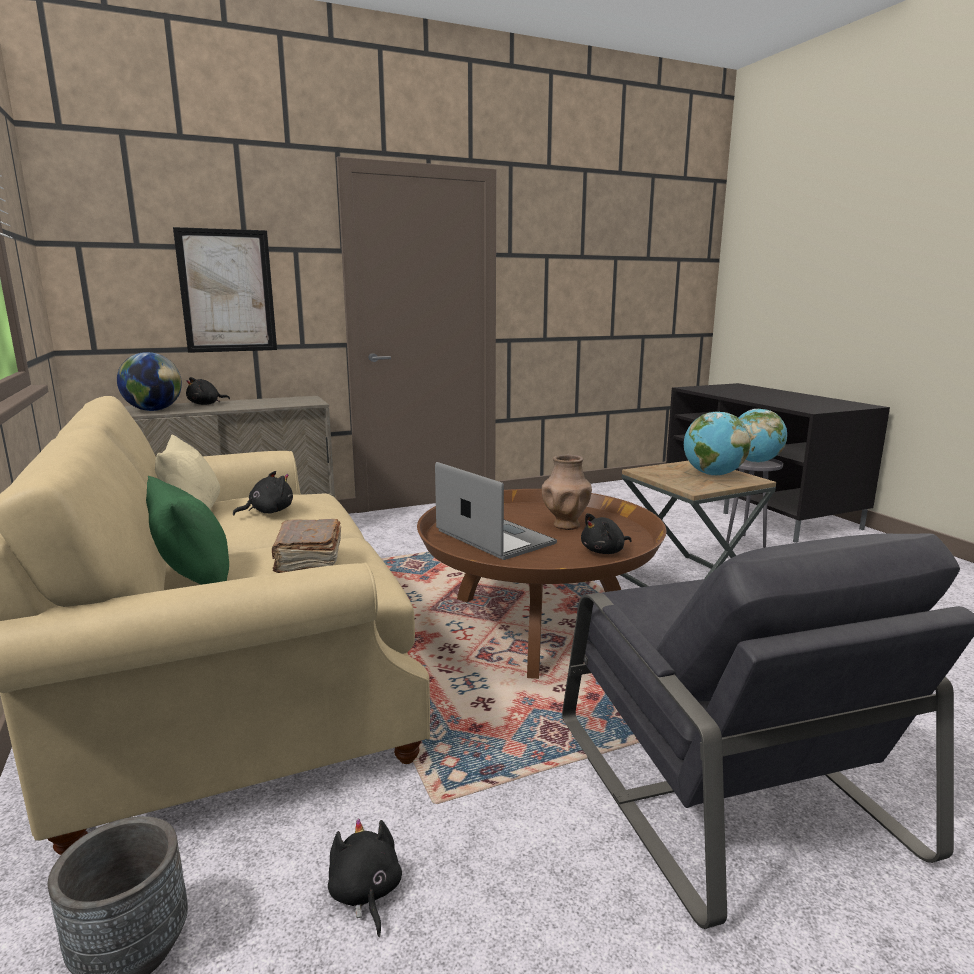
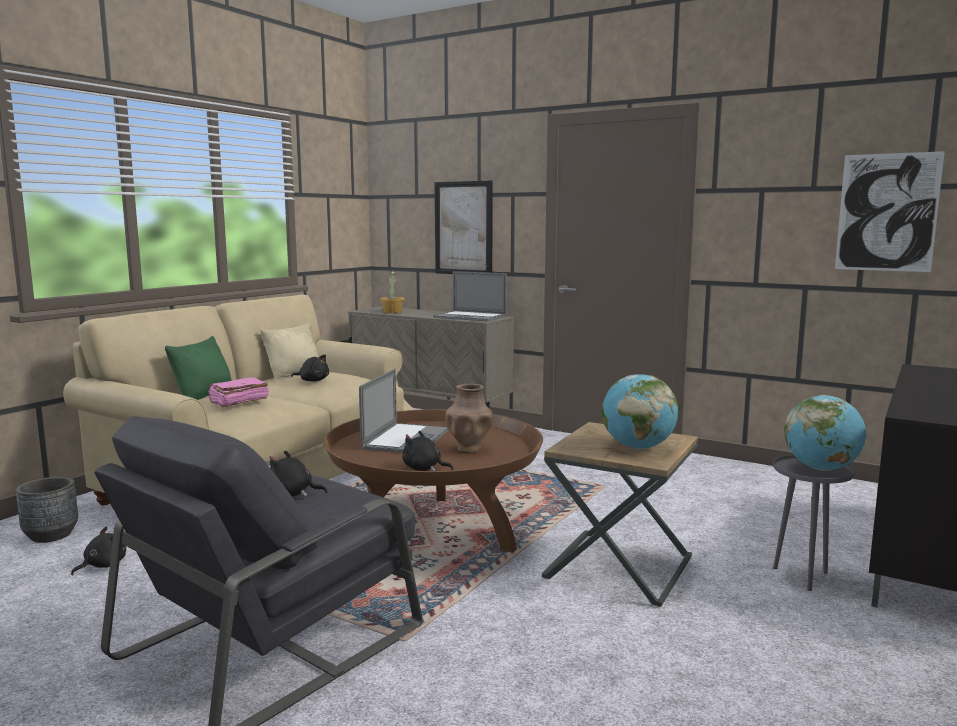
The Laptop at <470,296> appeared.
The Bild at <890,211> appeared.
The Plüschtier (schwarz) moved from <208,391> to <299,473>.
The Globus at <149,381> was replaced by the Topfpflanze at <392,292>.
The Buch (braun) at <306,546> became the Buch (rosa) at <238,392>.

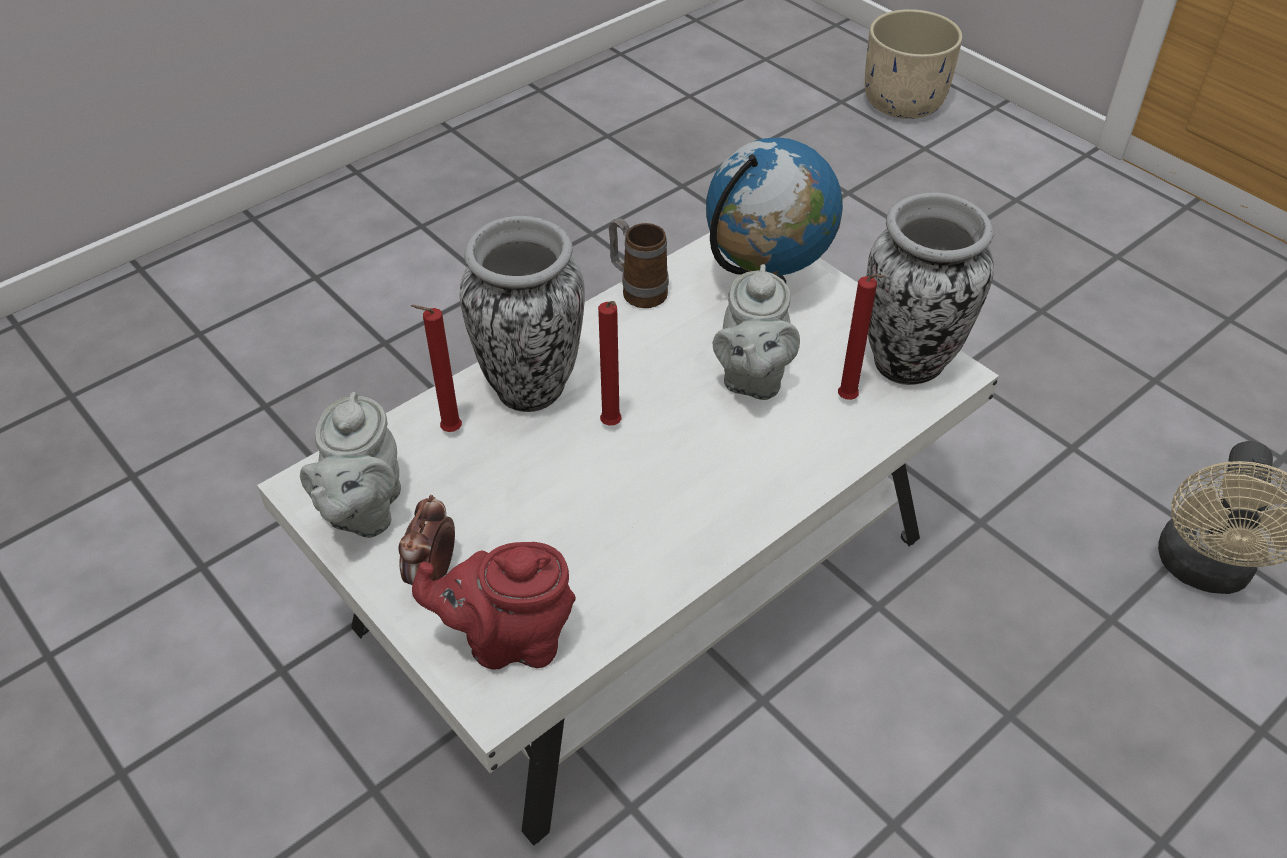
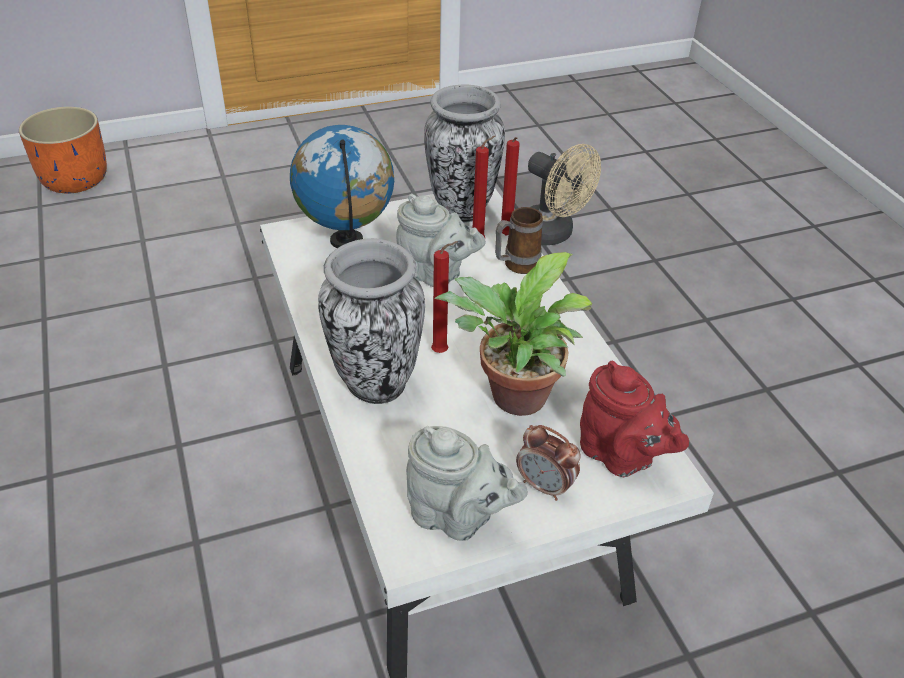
The Topfpflanze at <513,334> appeared.
The Kerze (rot) moved from <436,368> to <510,186>.
The Henkelbecher moved from <639,263> to <519,240>.
The Pflanzkübel (beige) at <914,64> became the Pflanzkübel (orange) at <63,150>.
The Teekanne (rot) at <494,606> turned 60 degrees counterclockwise.

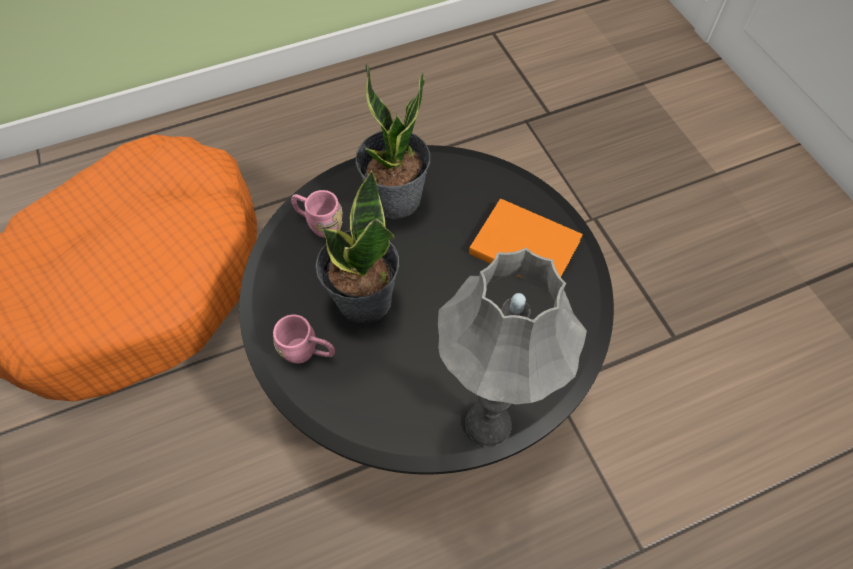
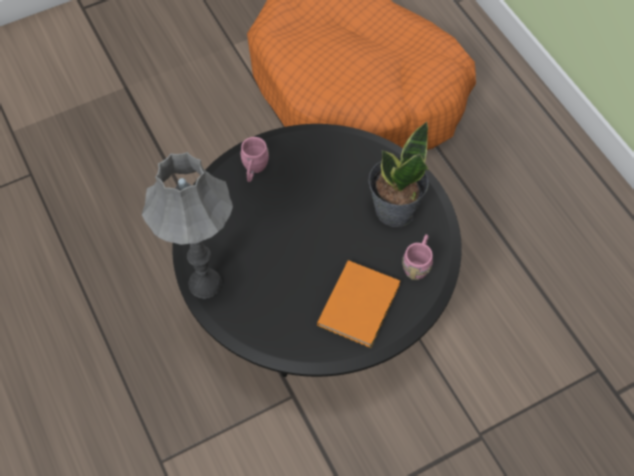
The Topfpflanze at <357,247> disappeared.
The Henkelbecher (rosa) moved from <317,214> to <417,257>.

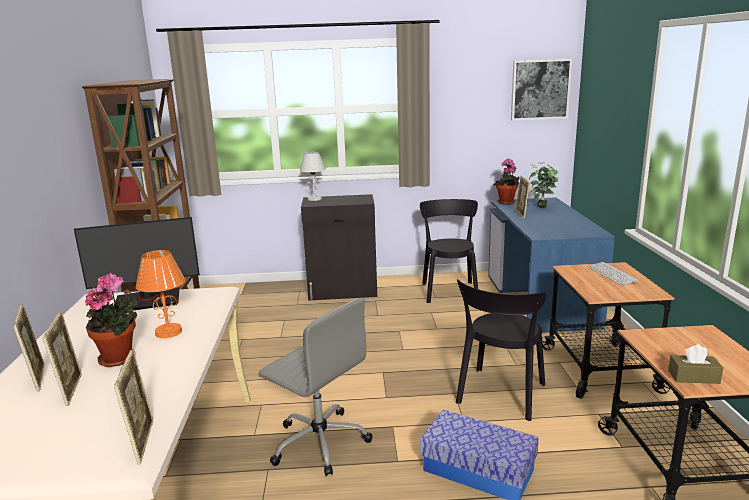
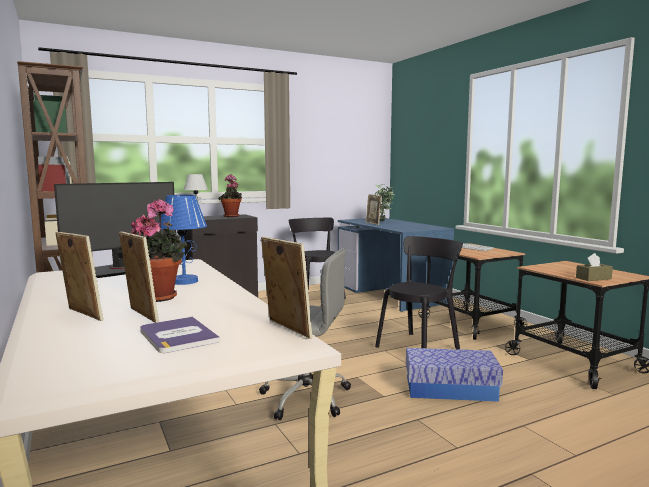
The Bild at <541,89> disappeared.
The Buch at <180,334> appeared.
The Topfpflanze moved from <506,182> to <230,195>.
The Tischlampe (orange) at <160,294> became the Tischlampe (blau) at <182,240>.
The Stuhl (schwarz) at <501,350> turned 135 degrees counterclockwise.

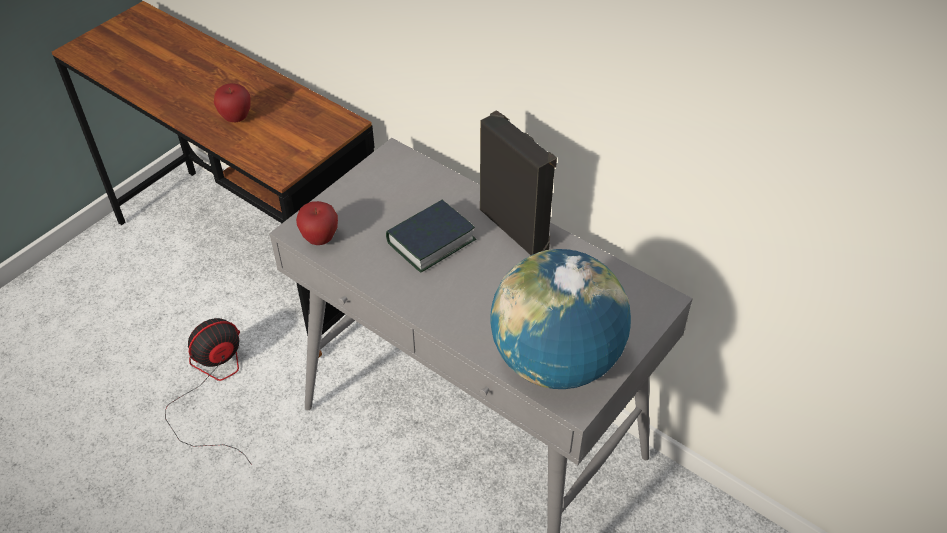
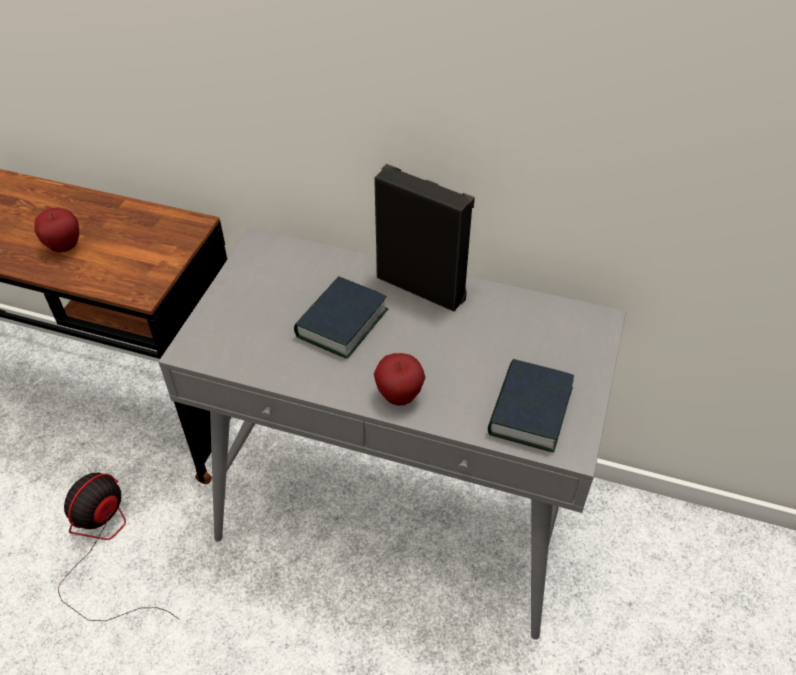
The Apfel moved from <317,223> to <400,379>.
The Globus at <560,319> was replaced by the Buch at <531,405>.

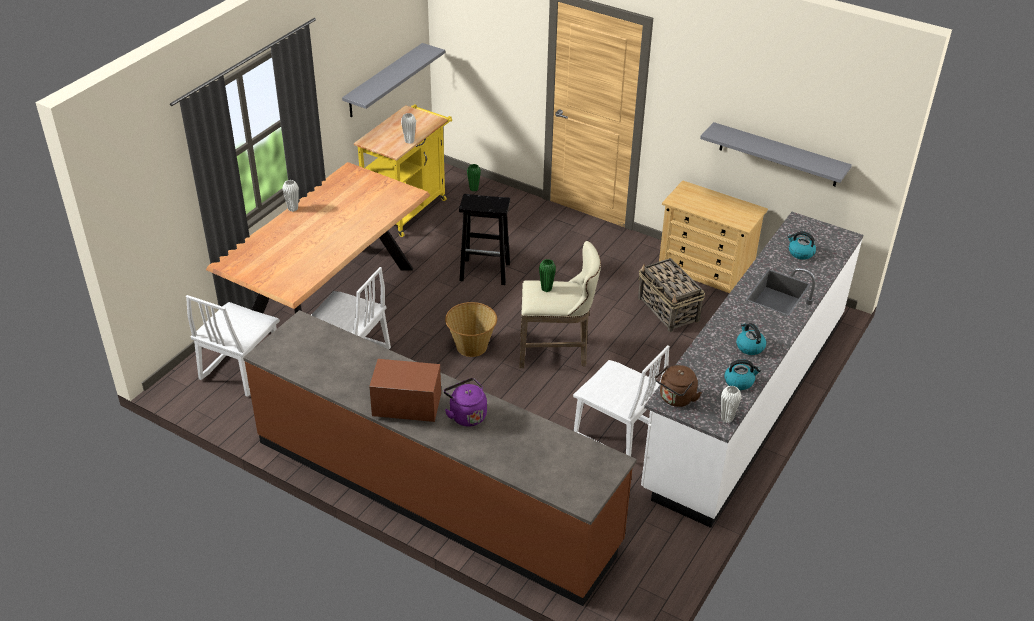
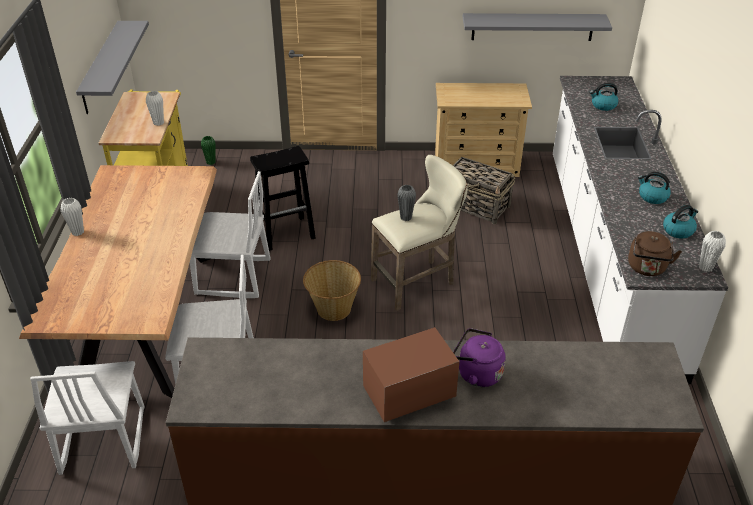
The Stuhl (weiß) moved from <621,400> to <230,234>.
The Vase (grün) at <547,275> became the Vase (grau) at <406,203>.

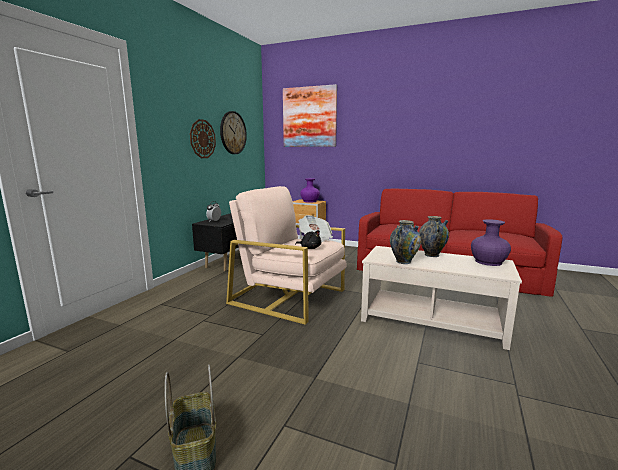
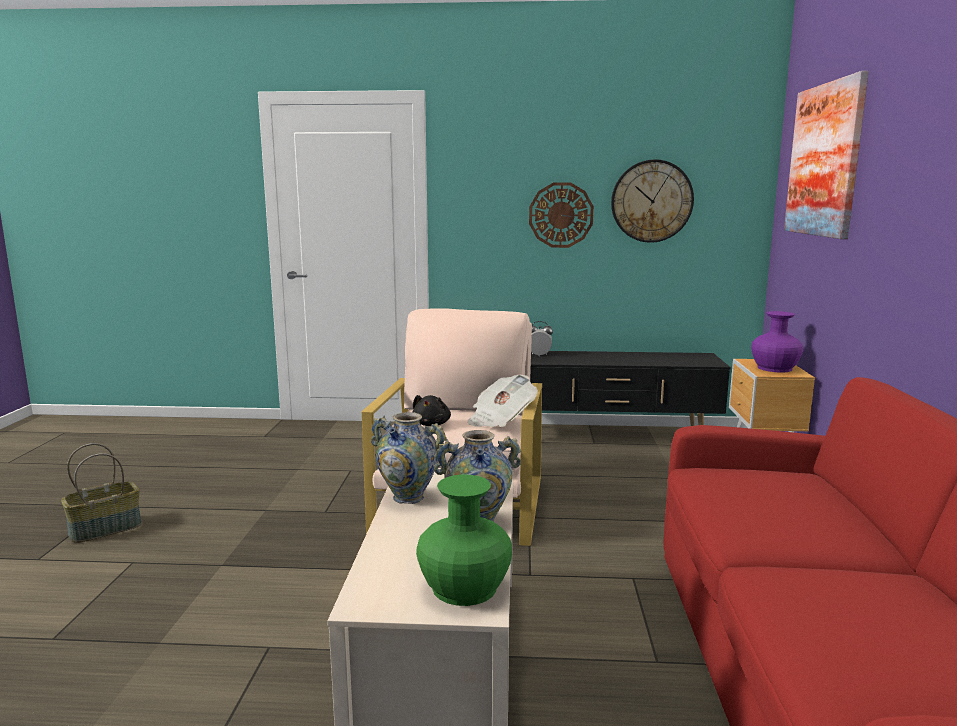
The Vase (lila) at <491,242> became the Vase (grün) at <464,540>.

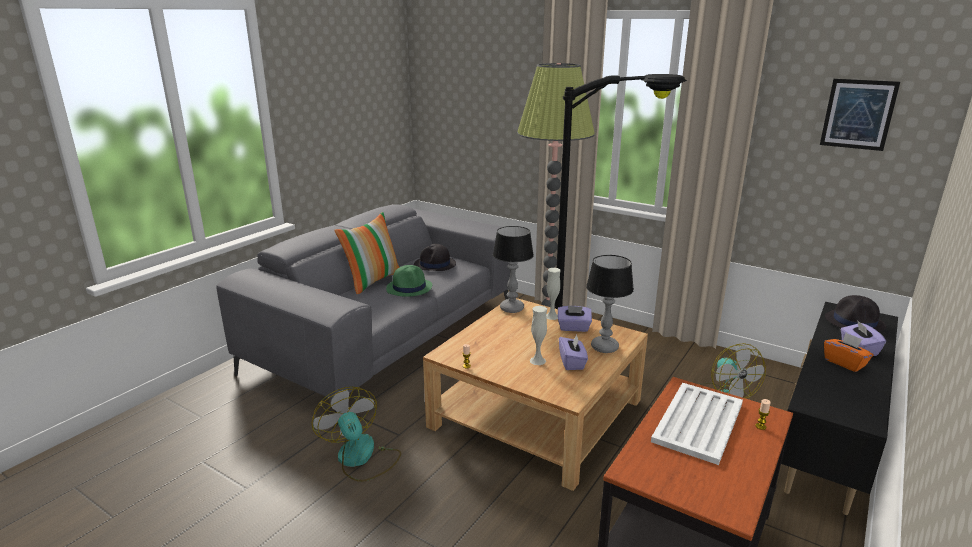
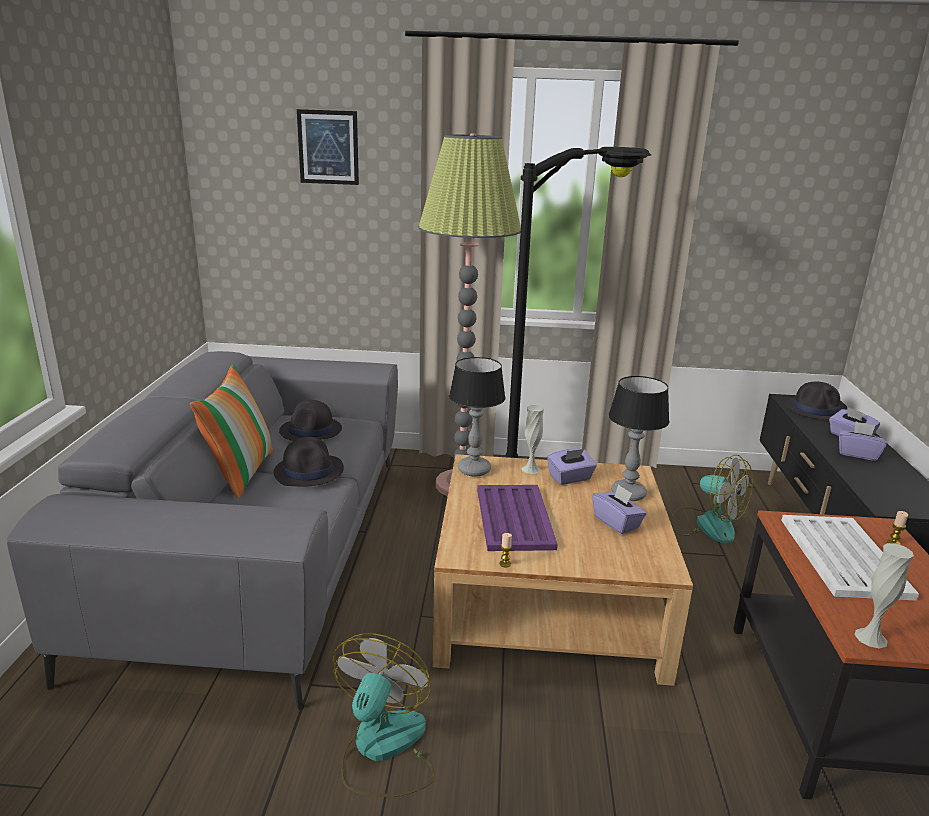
The Tablett (lila) at <517,518> appeared.
The Vase (weiß) moved from <538,335> to <884,596>.
The Bild moved from <860,115> to <328,147>.
The Hut (grün) at <409,281> became the Hut (schwarz) at <308,462>.
The Taschentuchbox (orange) at <848,352> became the Taschentuchbox (lila) at <863,441>.
The Ventilator at <356,434> turned 75 degrees clockwise.

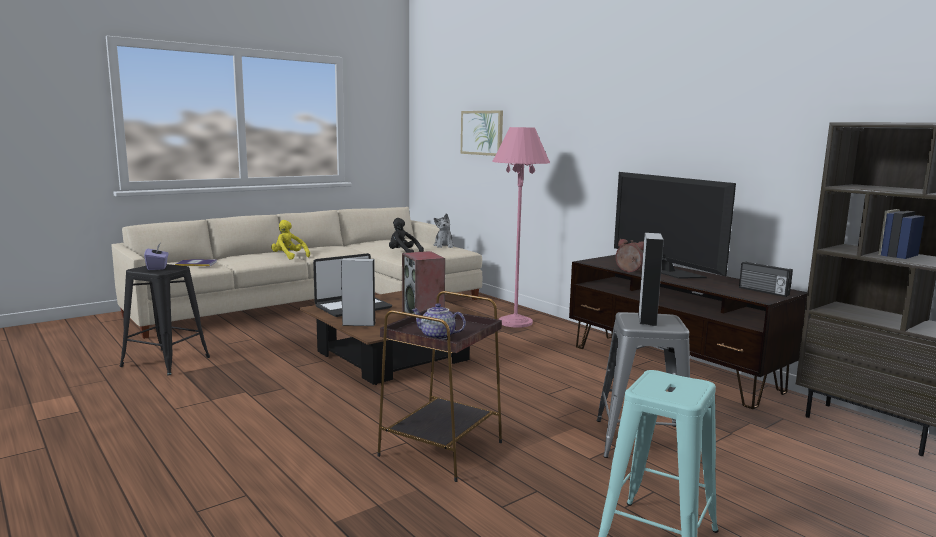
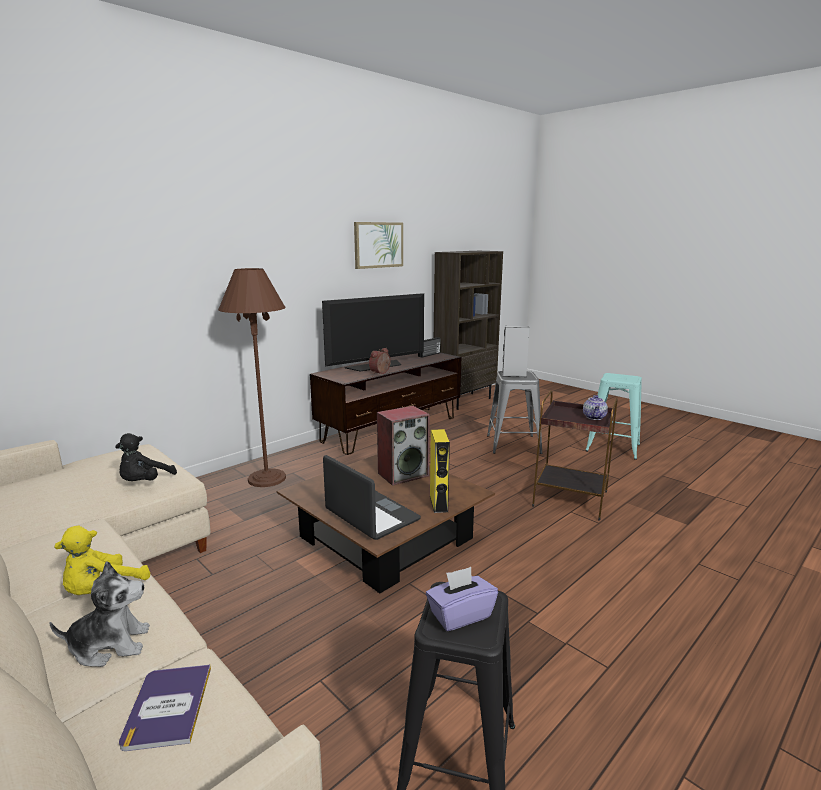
The Plüschtier moved from <444,230> to <99,614>.
The Bild moved from <482,133> to <378,245>.
The Lautsprecher (grau) at <358,292> became the Lautsprecher (gelb) at <440,471>.
The Stehlampe (rosa) at <521,227> became the Stehlampe (braun) at <252,377>.

